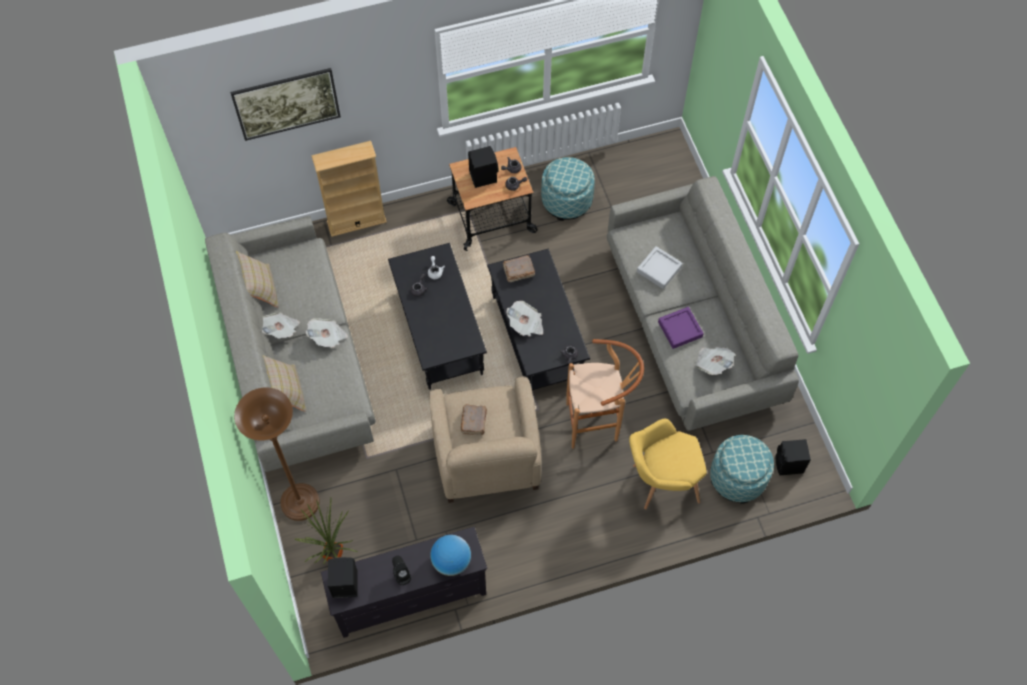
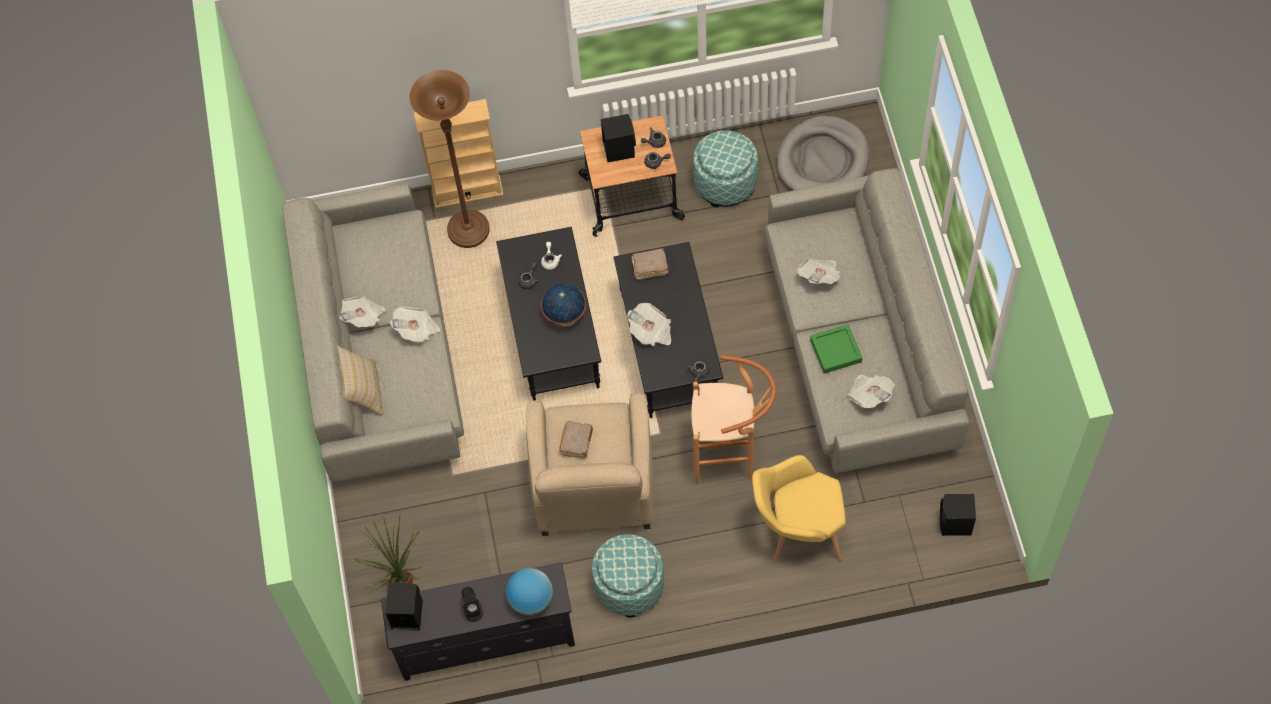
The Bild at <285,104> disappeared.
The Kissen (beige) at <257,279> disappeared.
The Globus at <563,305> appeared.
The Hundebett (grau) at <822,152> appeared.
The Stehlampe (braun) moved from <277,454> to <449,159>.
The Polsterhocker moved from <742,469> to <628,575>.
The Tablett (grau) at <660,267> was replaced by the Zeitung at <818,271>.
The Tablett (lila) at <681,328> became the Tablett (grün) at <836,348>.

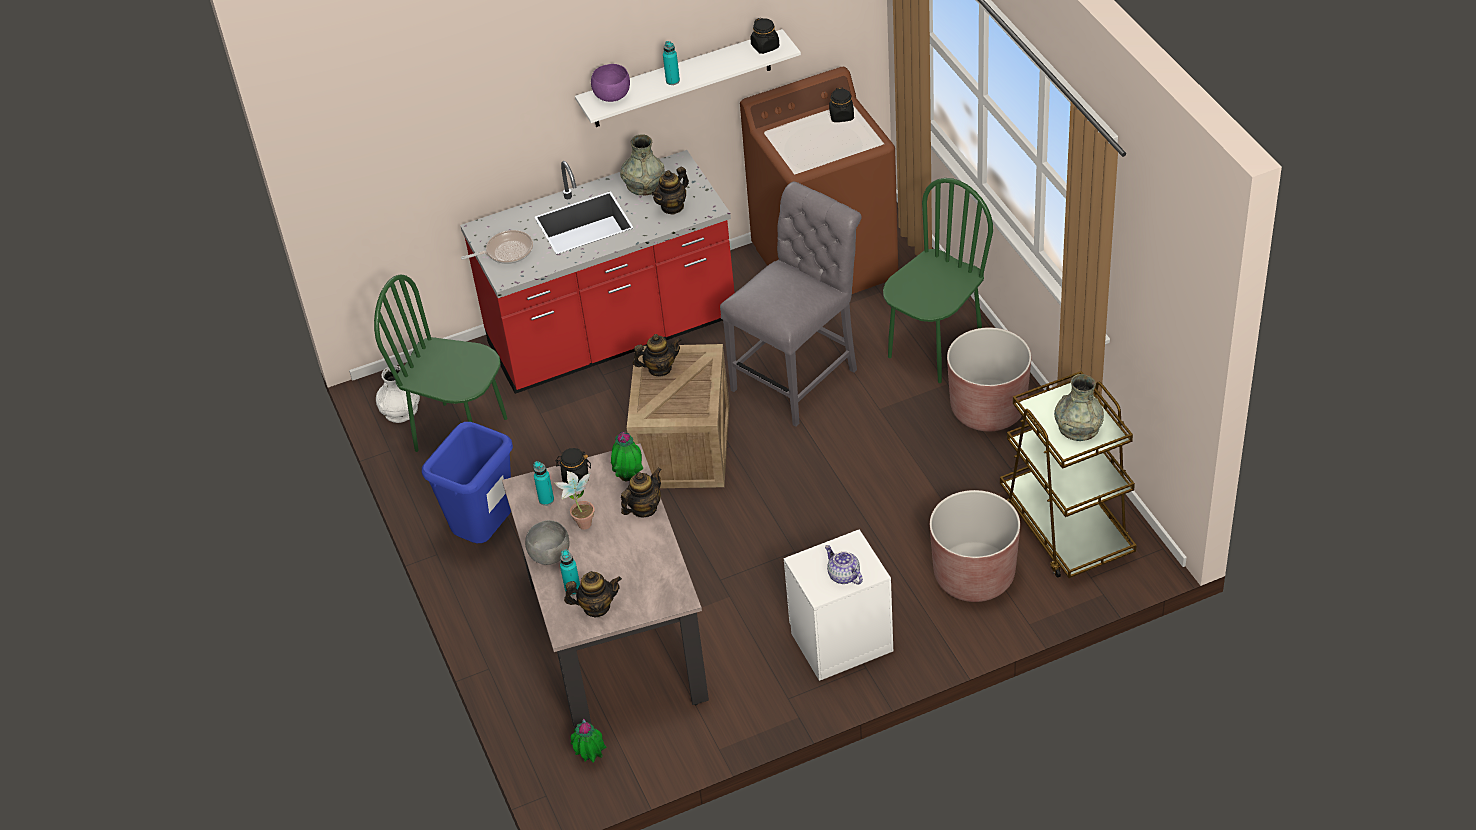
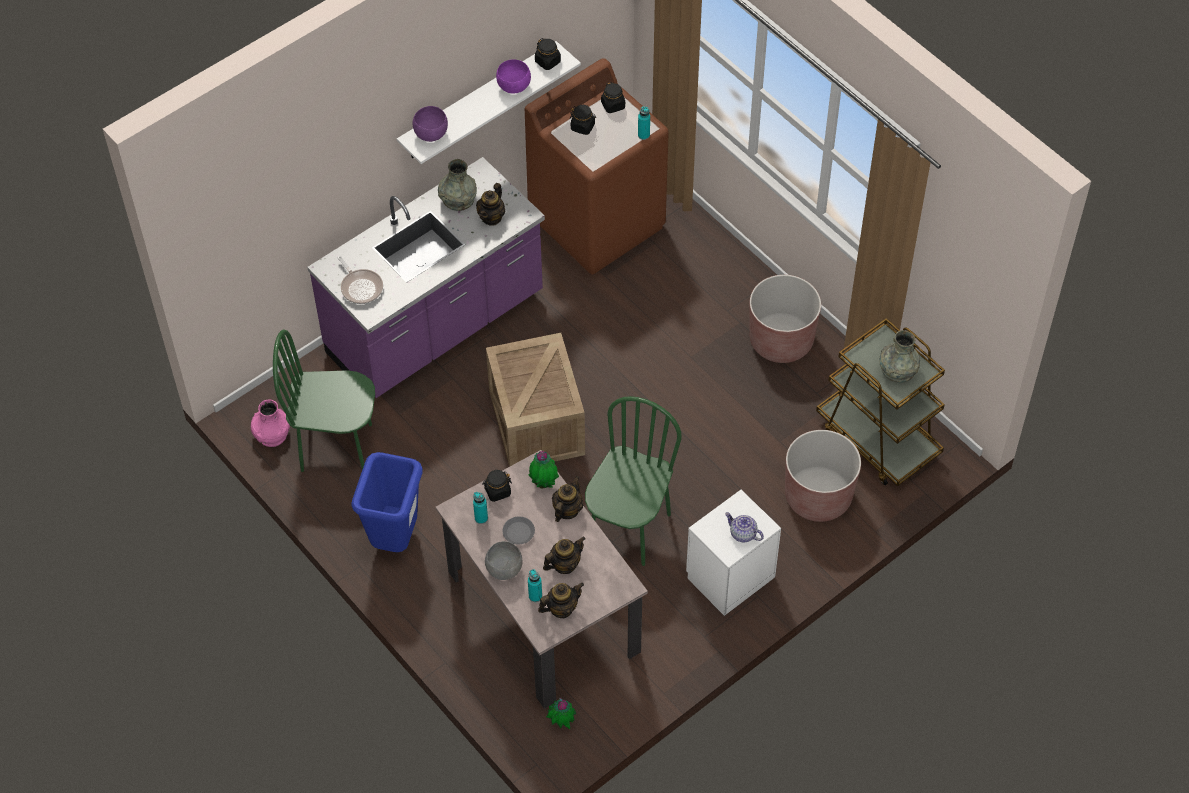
The Stuhl (grau) at <790,304> disappeared.
The Schüssel (lila) at <513,76> appeared.
The Vorratsglas (schwarz) at <583,120> appeared.
The Teekanne moved from <657,355> to <564,555>.
The Flasche (türkis) moved from <671,63> to <644,123>.
The Stuhl (grün) moved from <938,280> to <633,481>.
The Topfpflanze at <573,500> was replaced by the Teller (grau) at <518,531>.
The Vase (weiß) at <398,394> became the Vase (rosa) at <270,423>.
The Küchenzeile (rot) at <597,272> became the Küchenzeile (lila) at <426,277>.
The Pfanne at <497,247> turned 90 degrees clockwise.

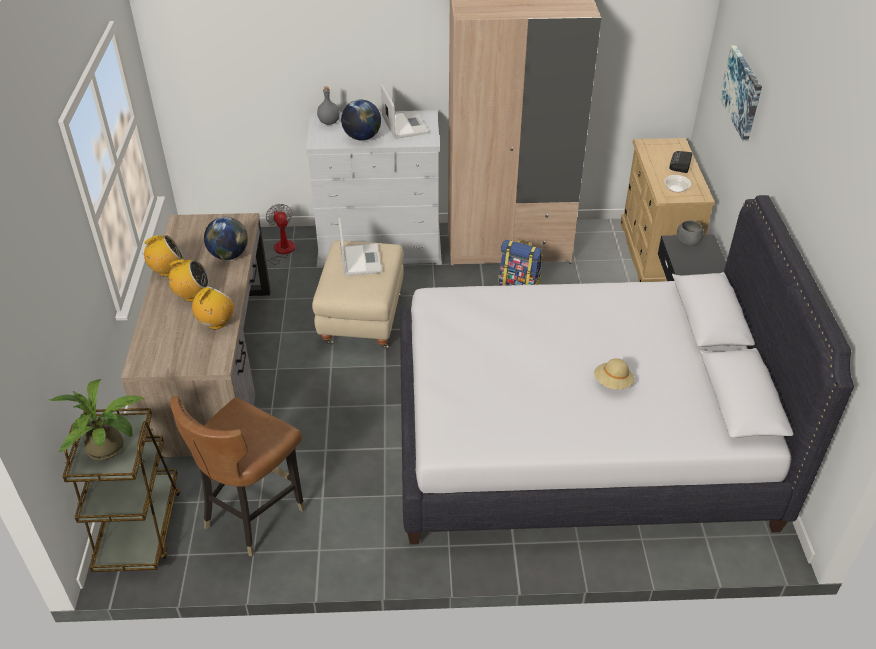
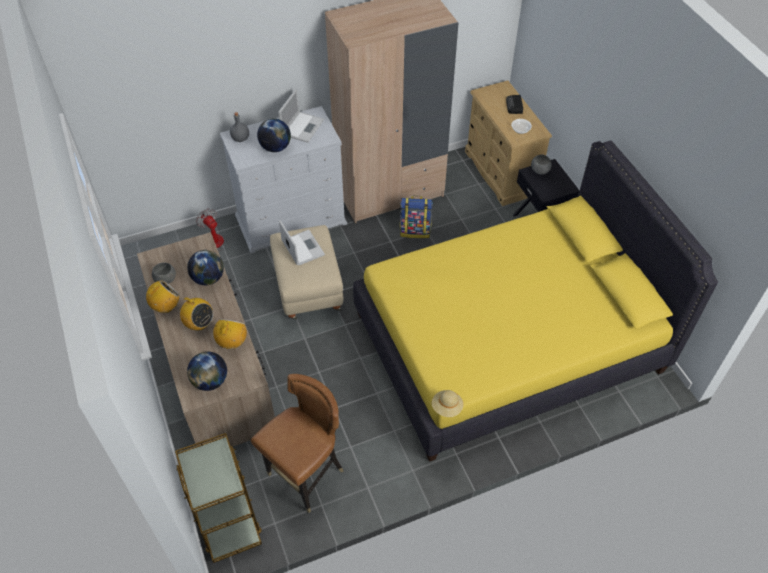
The Topfpflanze at <97,419> disappeared.
The Bild at <740,93> disappeared.
The Schüssel (grau) at <164,273> appeared.
The Globus at <207,371> appeared.
The Hut (beige) moved from <614,374> to <448,403>.
The Bett (weiß) at <627,369> became the Bett (gelb) at <535,301>.
The Radio at <187,280> turned 60 degrees clockwise.
The Stuhl (braun) at <237,476> turned 150 degrees counterclockwise.
The Laptop at <405,111> turned 60 degrees clockwise.

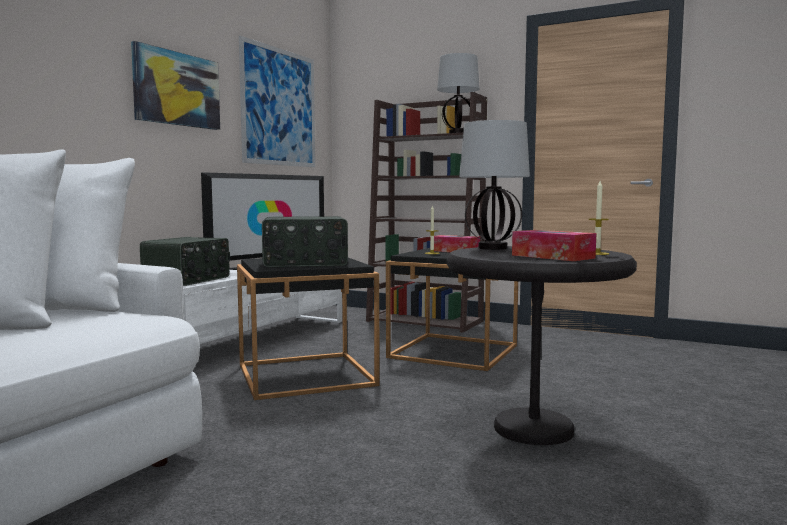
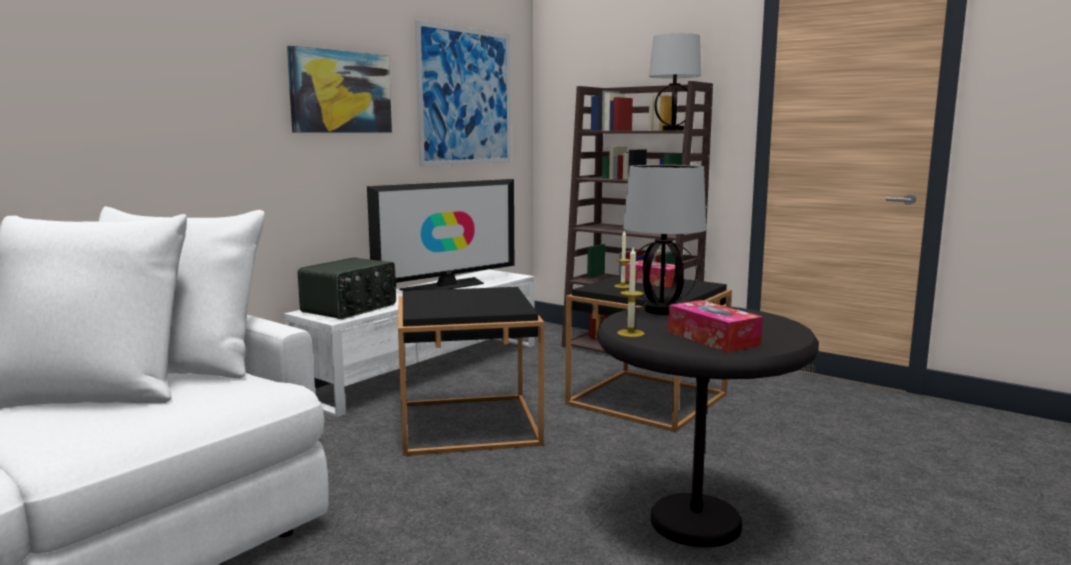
The Radio at <305,241> disappeared.
The Kerze moved from <599,218> to <631,292>.

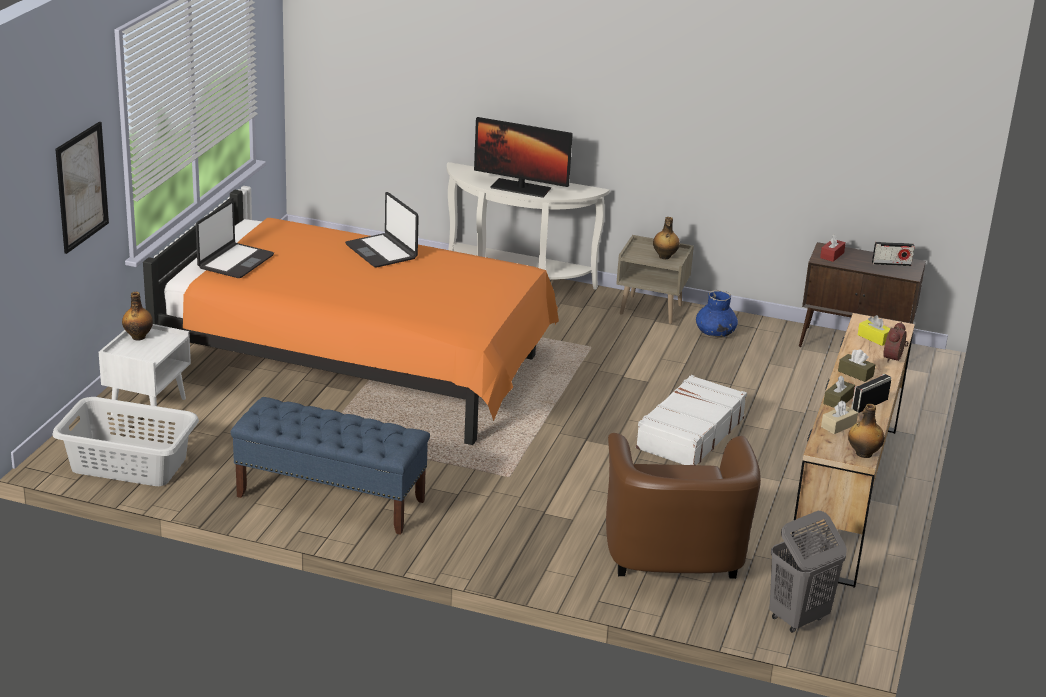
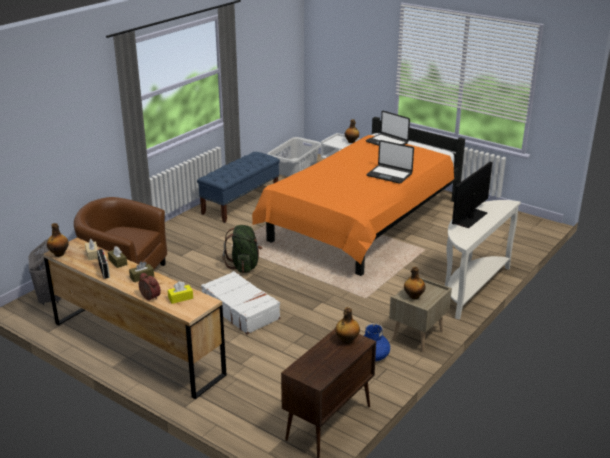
The Bild at <82,188> disappeared.
The Radio at <893,254> disappeared.
The Rucksack (grün) at <242,249> appeared.
The Taschentuchbox (rot) at <833,248> was replaced by the Flasche at <347,325>.
The Laptop at <382,229> turned 135 degrees counterclockwise.

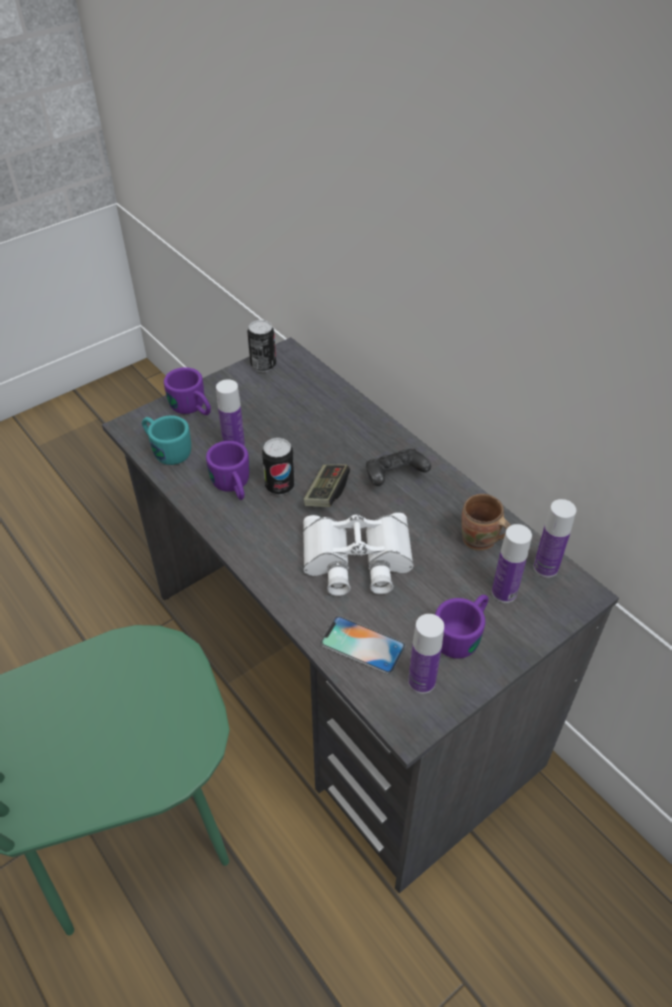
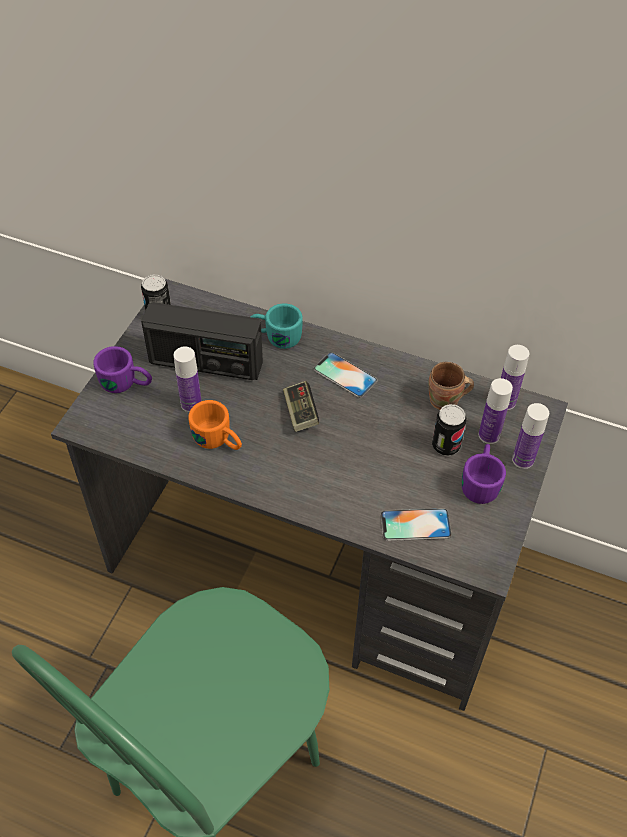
The Fernglas (weiß) at <358,554> disappeared.
The Radio at <202,341> appeared.
The Henkelbecher (türkis) moved from <166,440> to <276,326>.
The Dose moved from <278,466> to <449,430>.
The Flasche moved from <426,654> to <530,436>.
The Gamepad (schwarz) at <398,467> was replaced by the Handy at <345,375>.
The Henkelbecher (lila) at <227,470> became the Henkelbecher (orange) at <215,425>.

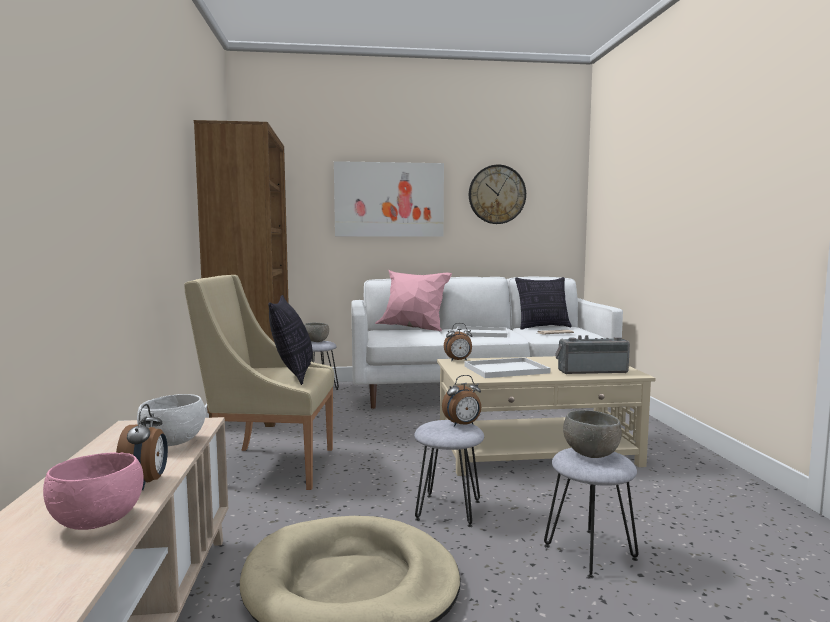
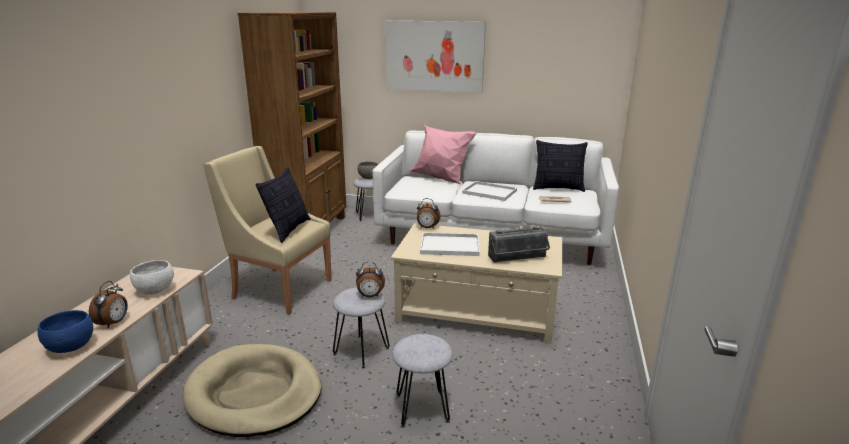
The Wanduhr at <497,194> disappeared.
The Schüssel (grau) at <592,434> disappeared.
The Schüssel (rosa) at <93,491> became the Schüssel (blau) at <65,331>.
The Radio at <592,354> turned 150 degrees clockwise.

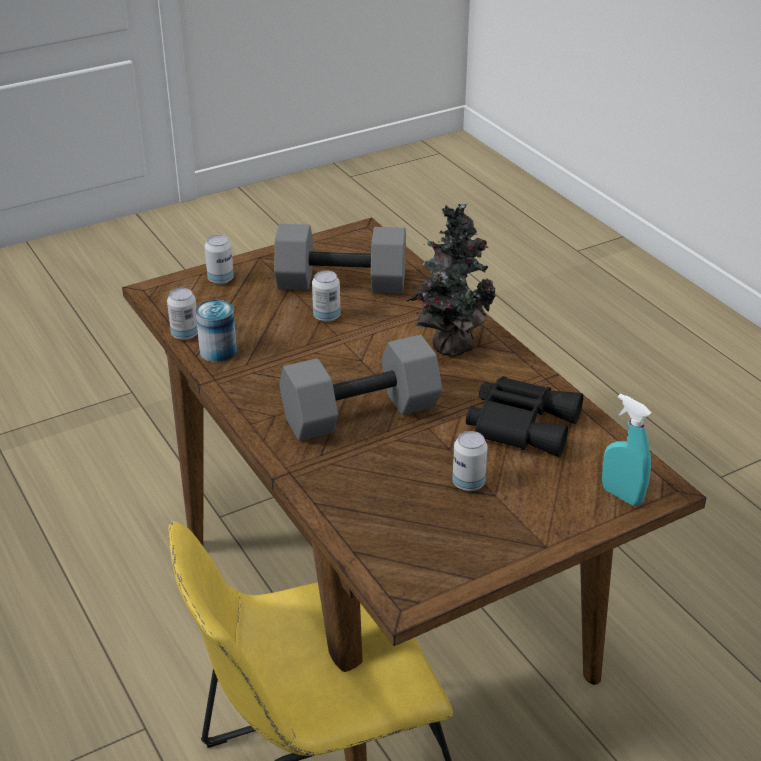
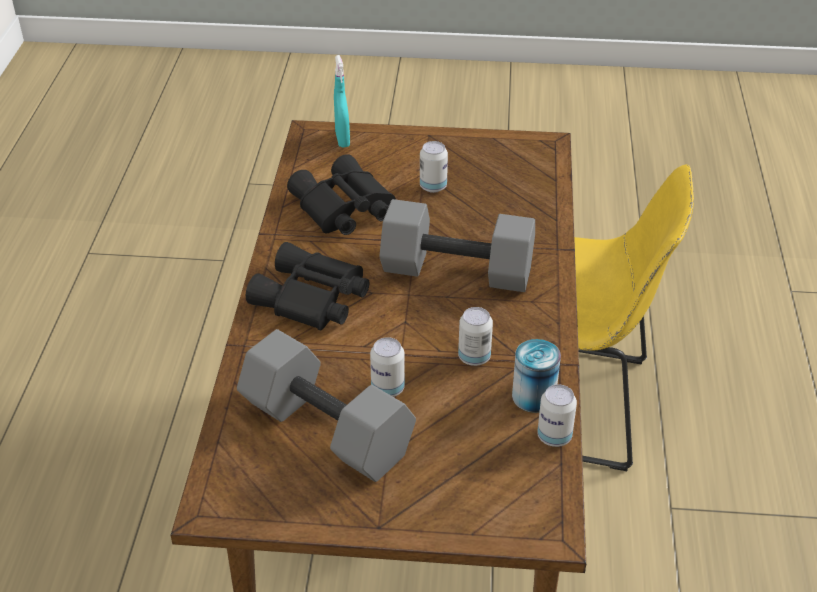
The Dose moved from <219,259> to <475,336>.
The Topfpflanze at <451,280> was replaced by the Fernglas (schwarz) at <307,286>.

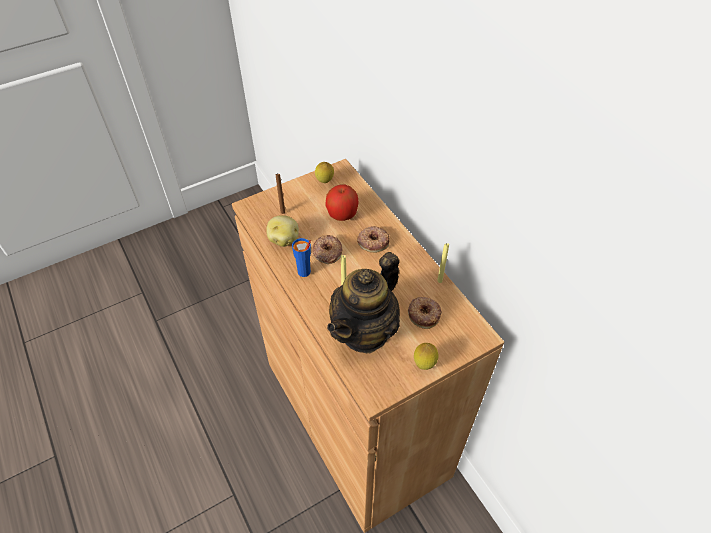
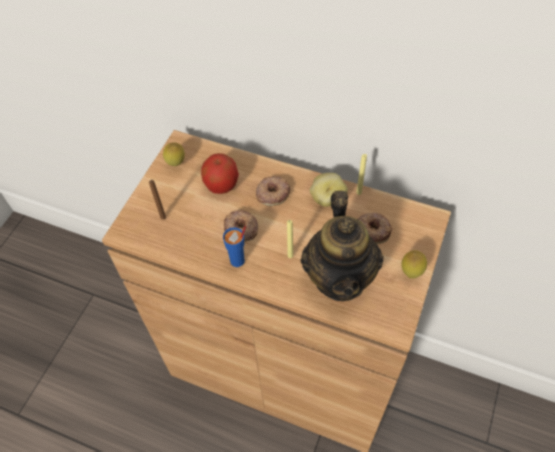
The Kartoffel moved from <282,231> to <329,190>.

